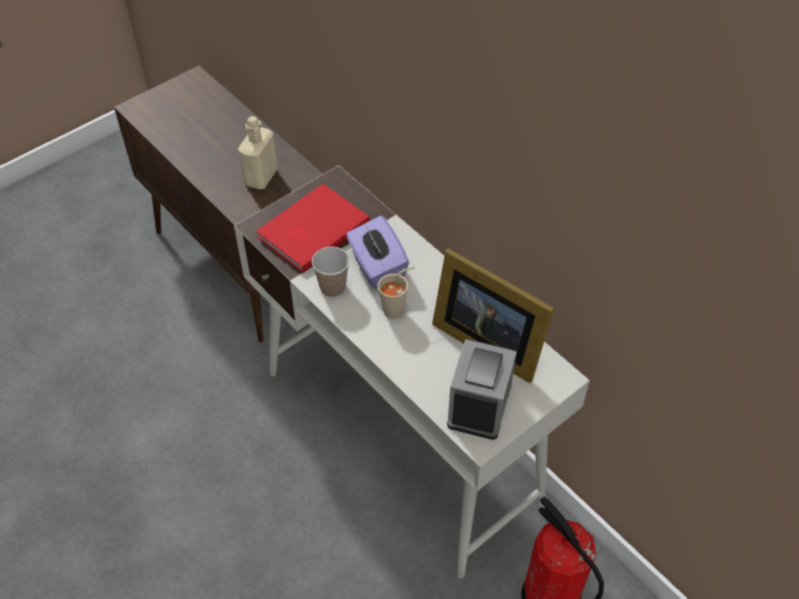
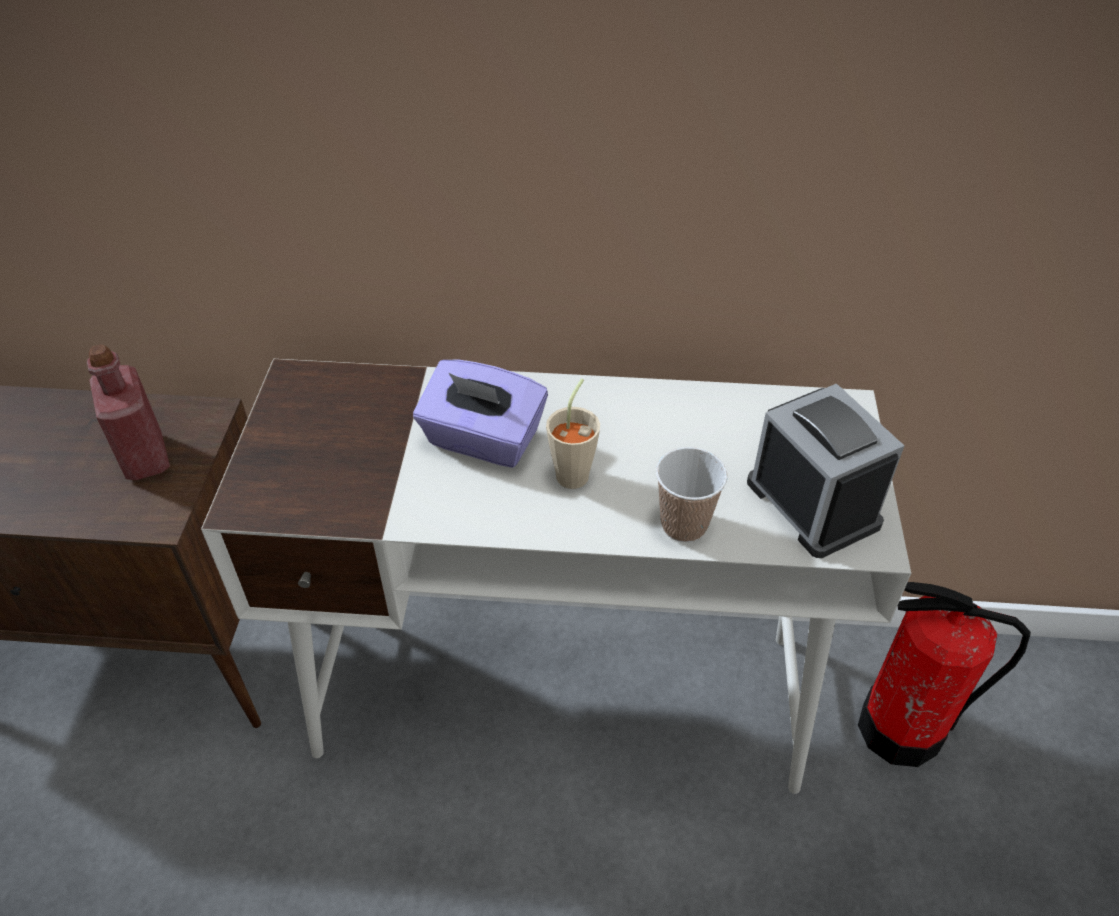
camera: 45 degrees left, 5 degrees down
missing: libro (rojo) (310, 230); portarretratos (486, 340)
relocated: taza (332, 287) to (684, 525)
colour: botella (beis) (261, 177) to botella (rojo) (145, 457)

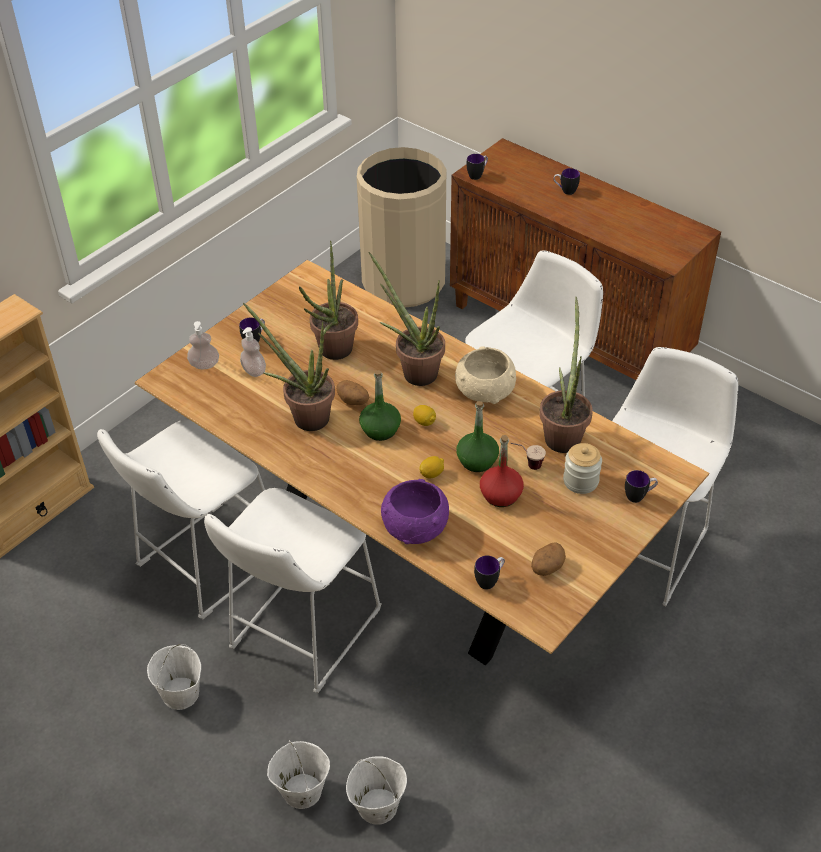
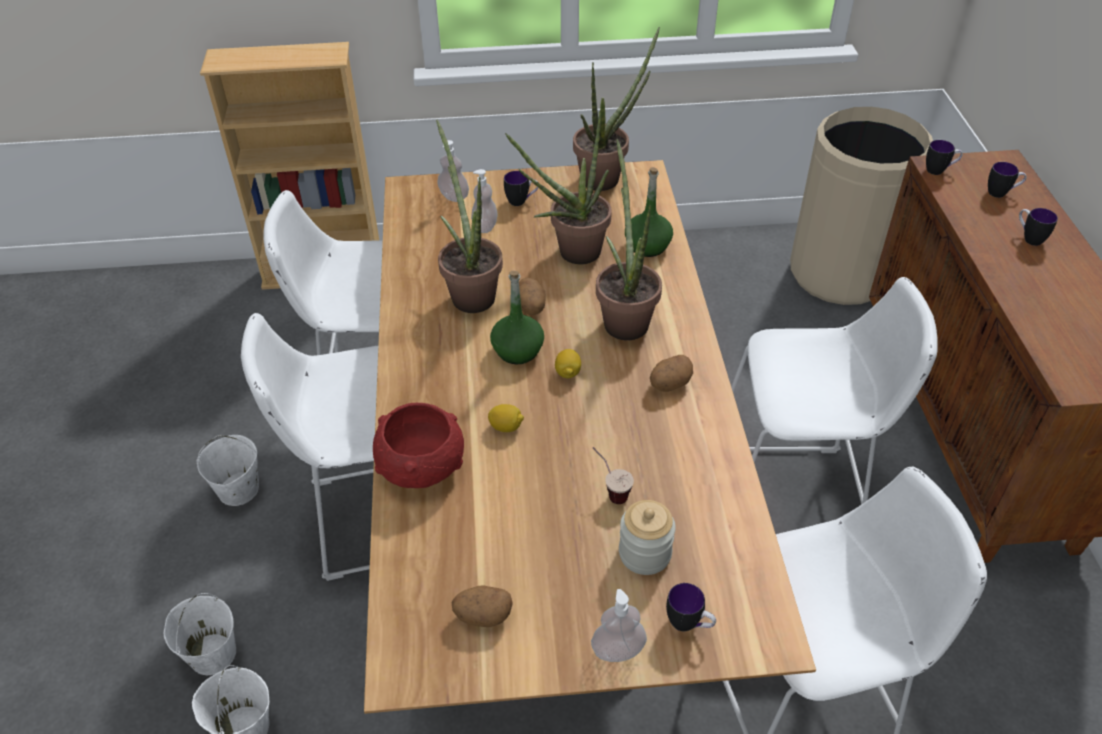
camera: 45 degrees right, 0 degrees up
missing: botella (rojo) (501, 495)
appeared: dispensador de jabón (618, 650)
relocated: planta en maceta (563, 434) to (606, 176); botella (verde) (477, 460) to (647, 246); taza grande (490, 580) to (1001, 193)
exchanged: cuenco (beis) (485, 390) to patata (669, 384)
colour: cuenco (morado) (415, 526) to cuenco (rojo) (421, 465)

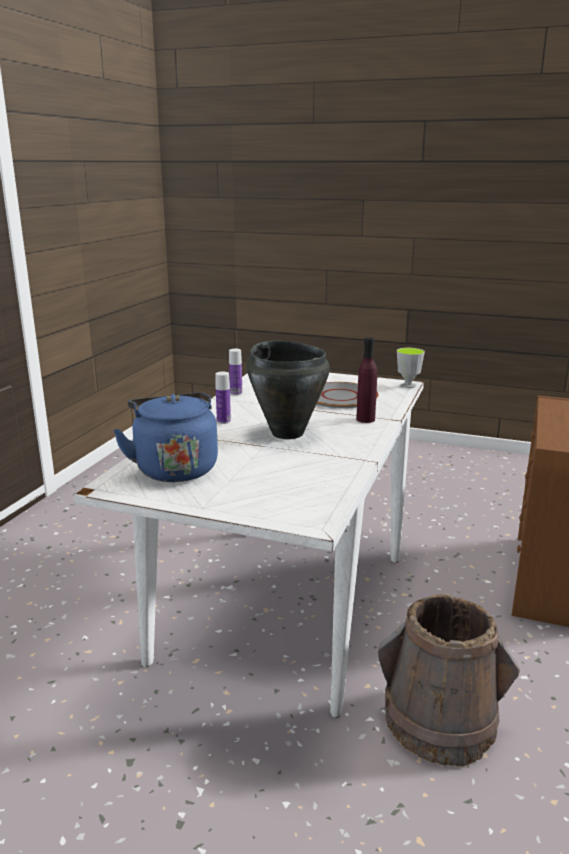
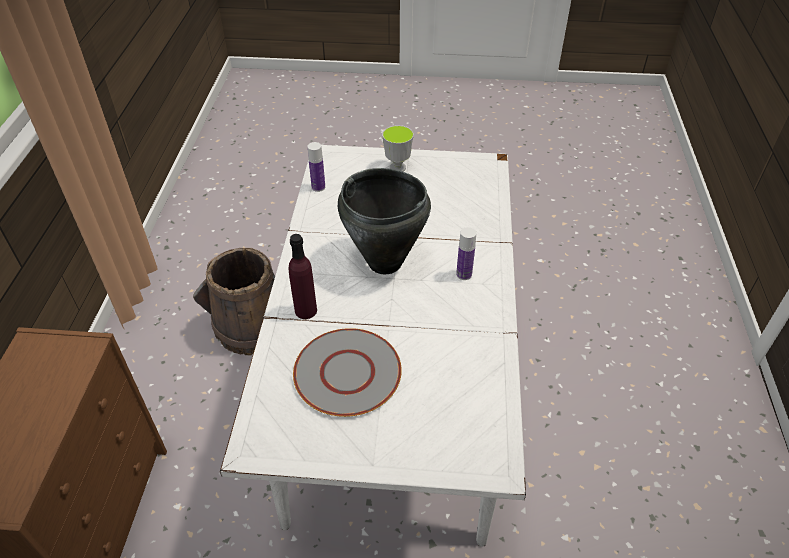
camera: 165 degrees right, 25 degrees up
missing: hervidor (azul) (174, 468)
relocated: taza (408, 386) to (397, 168); botella (236, 393) to (318, 187)

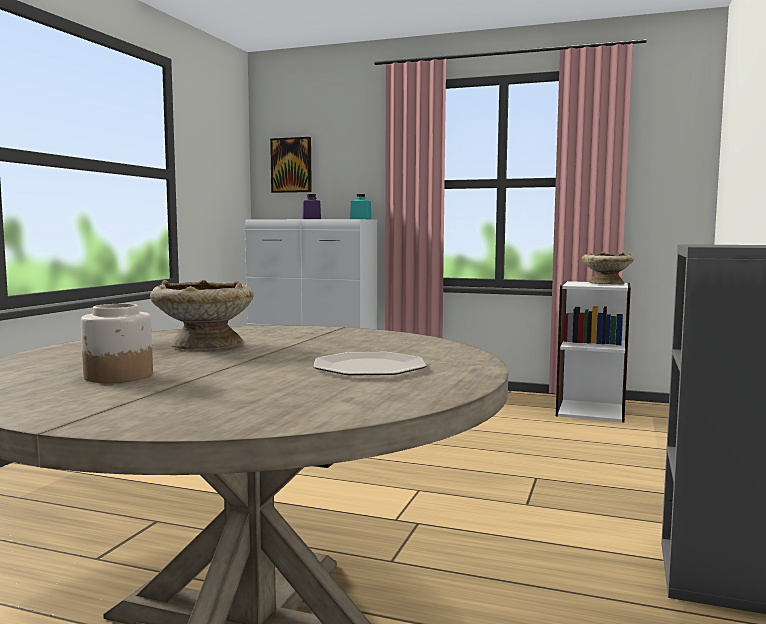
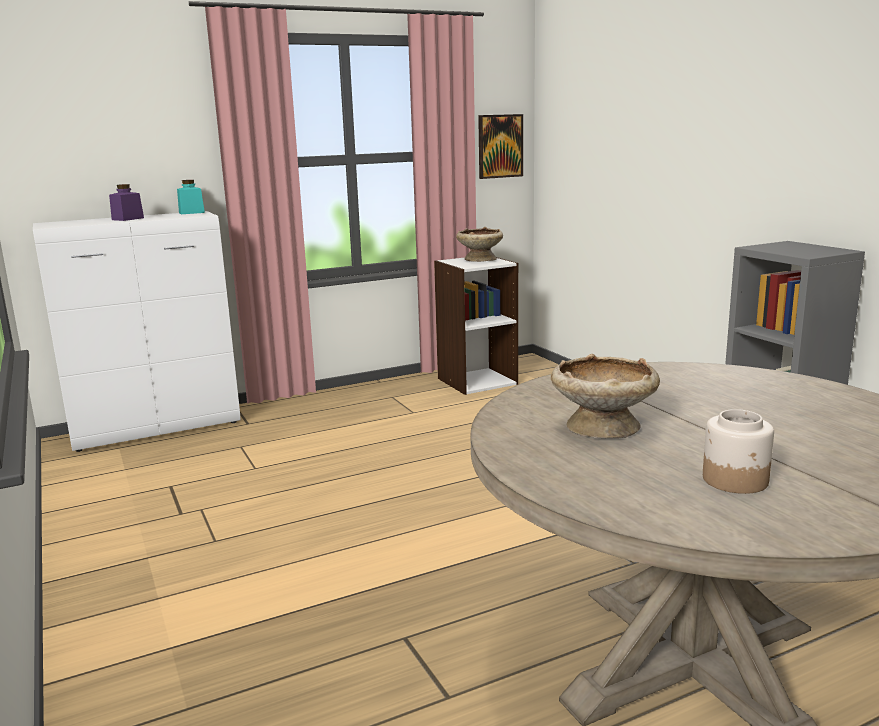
camera: 45 degrees left, 10 degrees up
missing: plato (368, 367)
relocated: cuadro (291, 165) to (500, 146)

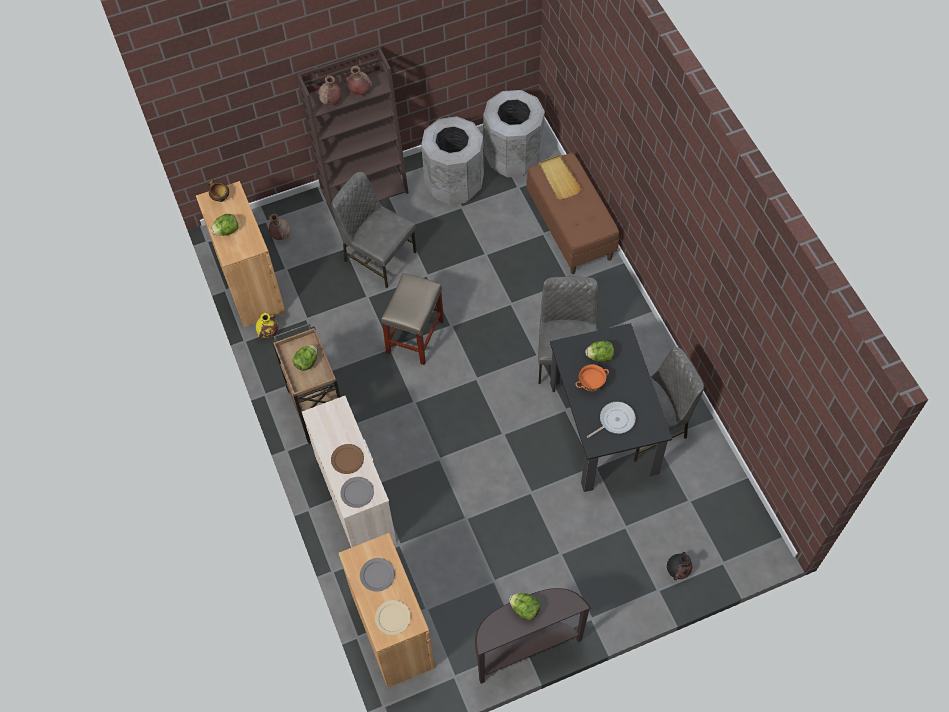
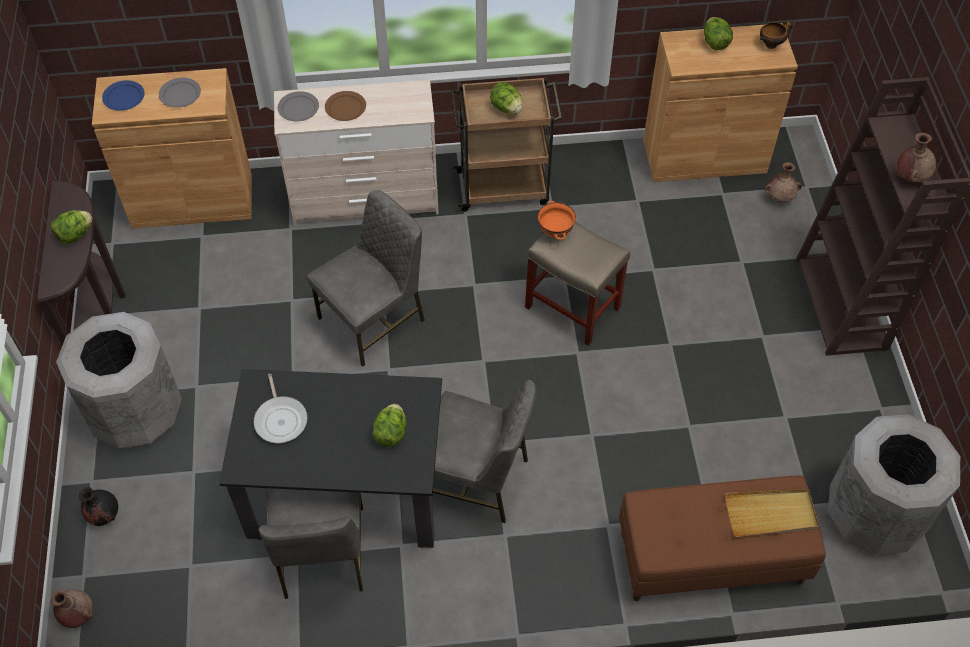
camera: 105 degrees right, 5 degrees down
missing: florero (amarillo) (268, 332)
relocated: florero (marrón) (331, 102) to (77, 614); papelera (gris) (454, 184) to (137, 413); silla (gris) (378, 256) to (374, 319); cuenco (naranja) (591, 385) to (555, 231)
colour: plato (beis) (392, 618) to plato (azul) (124, 97)

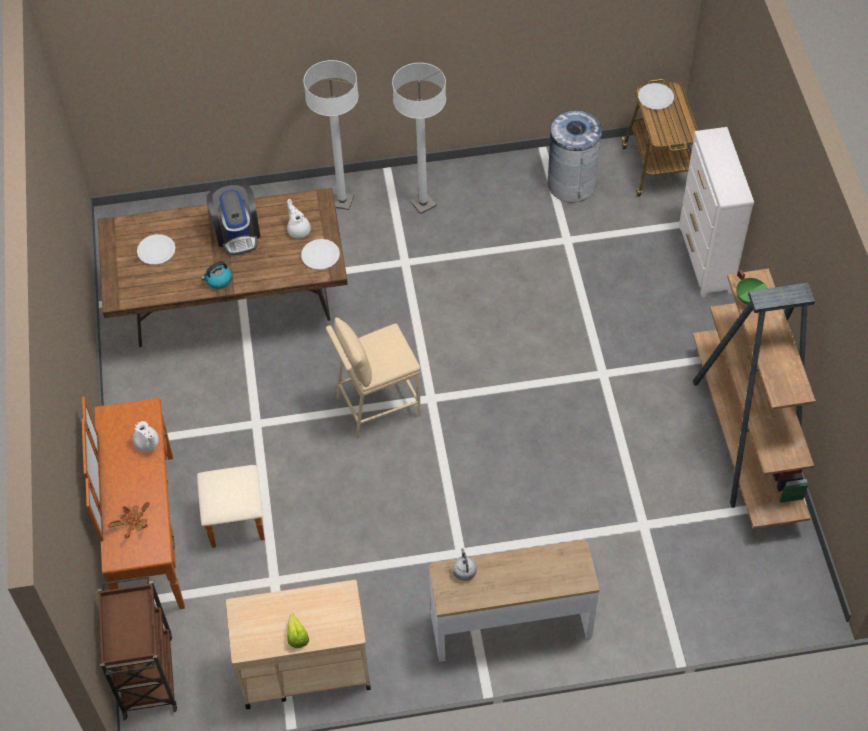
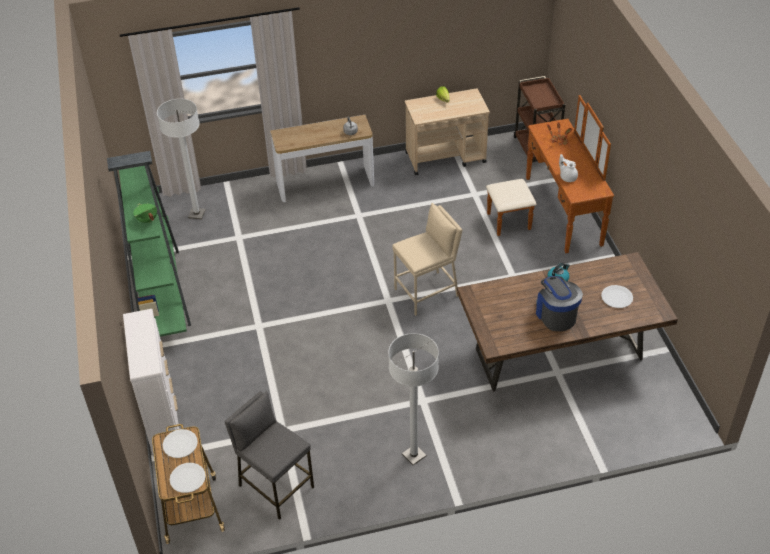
camera: 175 degrees right, 10 degrees down
missing: tetera (blanco) (299, 230)
relocated: lámpara de pie (blanco) (342, 201) to (197, 214); plato (blanco) (320, 255) to (180, 444)
exchanged: papelera (gris) (572, 183) to taburete (gris) (276, 486)
colour: estantería (marrón) (745, 440) to estantería (verde) (160, 289)

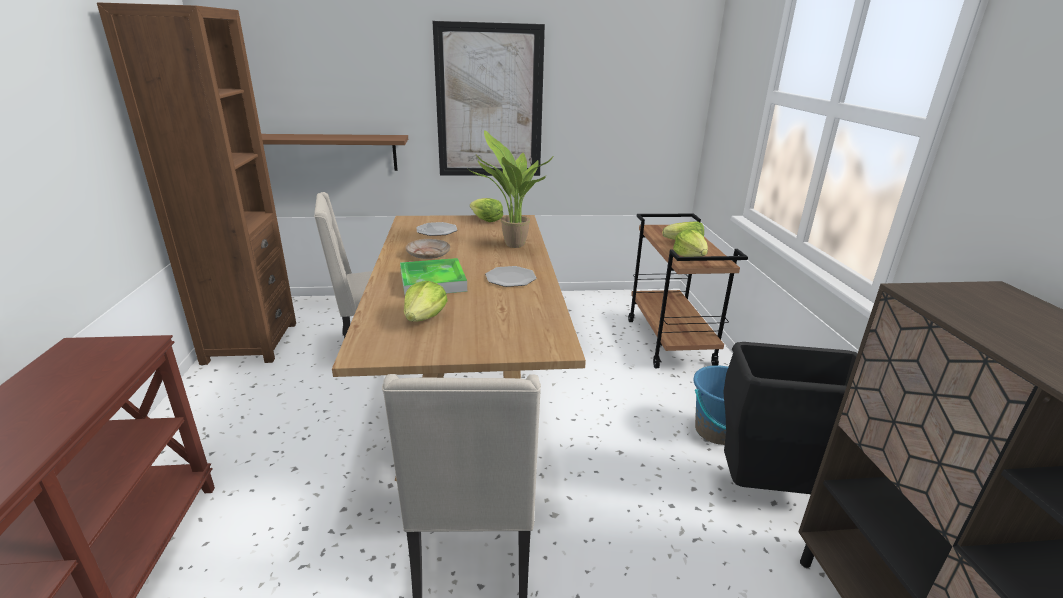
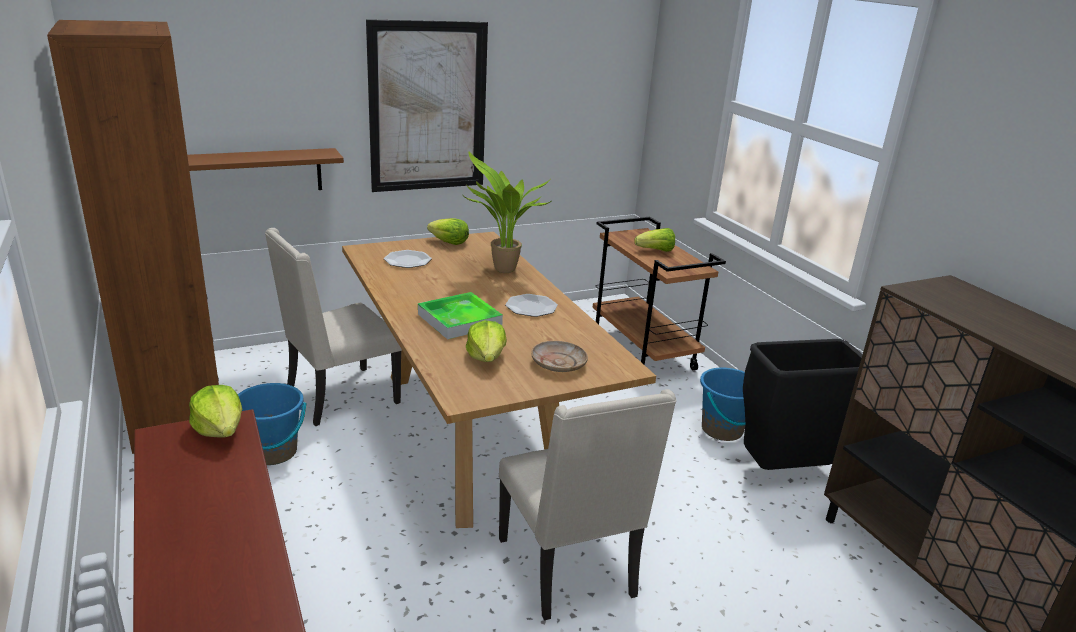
camera: 20 degrees left, 0 degrees up
appeared: cubo (azul) (273, 452)
relocated: lechuga (690, 256) to (220, 429); plato (beis) (428, 254) to (558, 363)

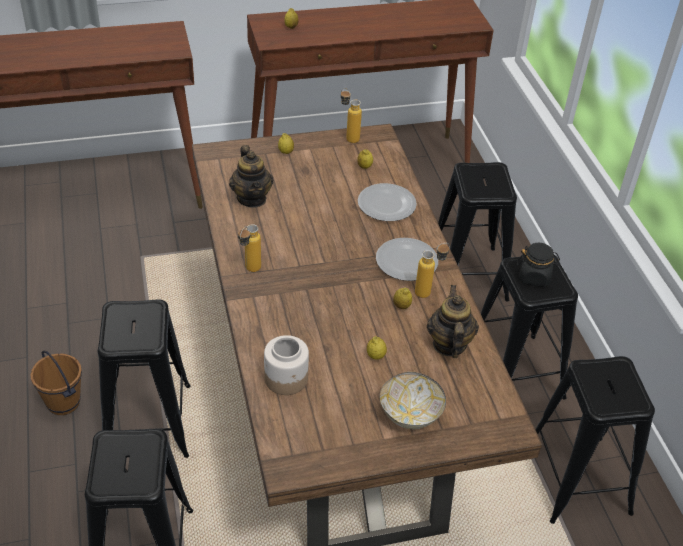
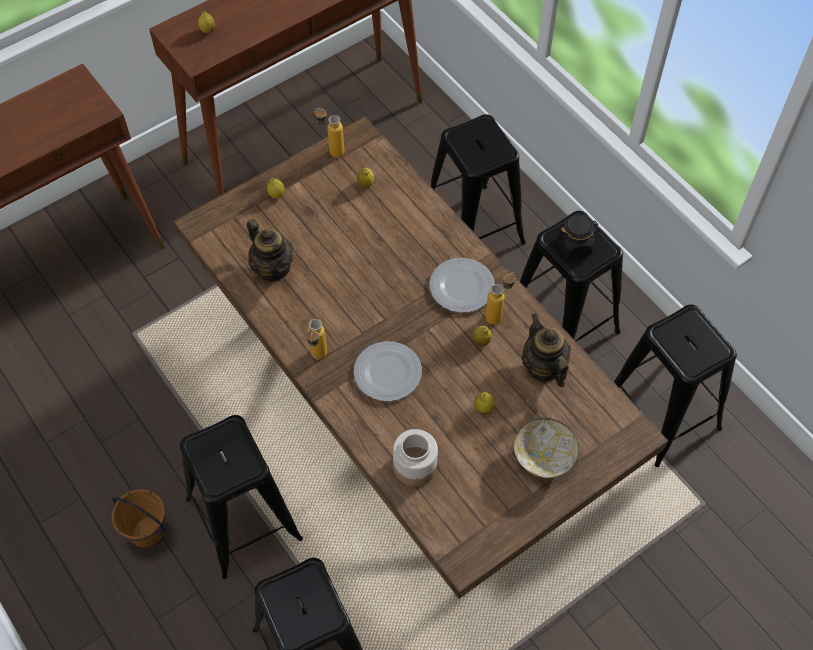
camera: 20 degrees left, 15 degrees up
relocated: plato (385, 204) to (386, 373)

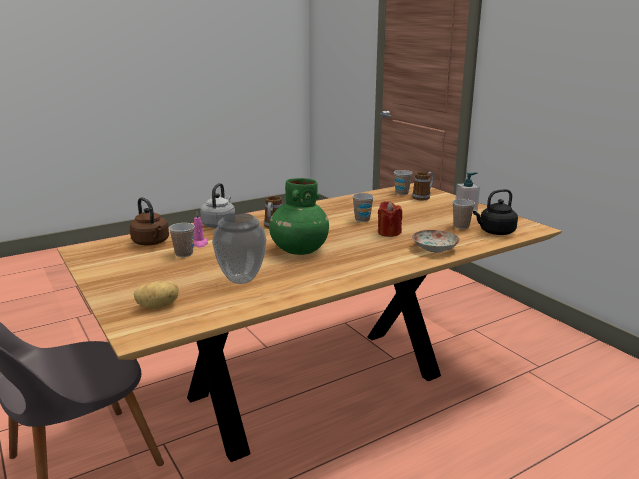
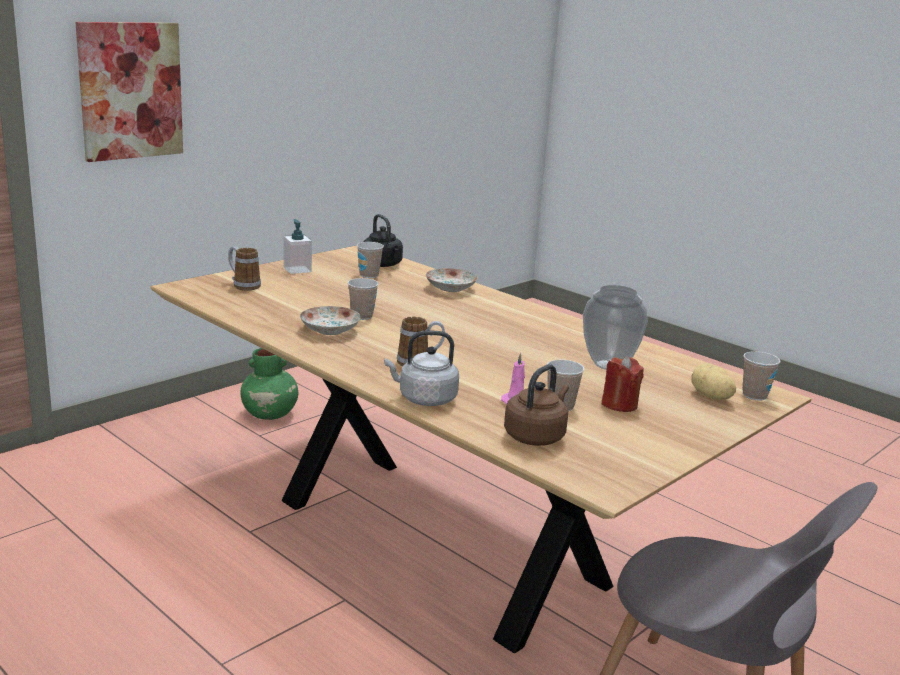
camera: 105 degrees left, 0 degrees up
appeared: cuadro (130, 90); plato (329, 330)
relocated: taza (401, 193) to (754, 395); florero (verde) (299, 250) to (270, 414); vela (rojo) (389, 233) to (619, 404)

